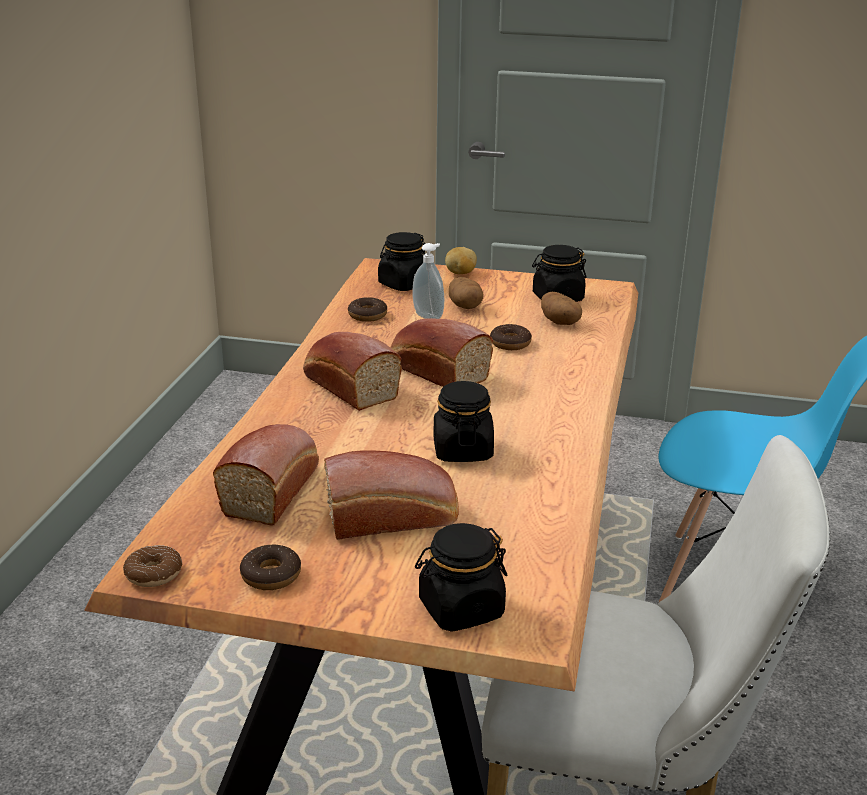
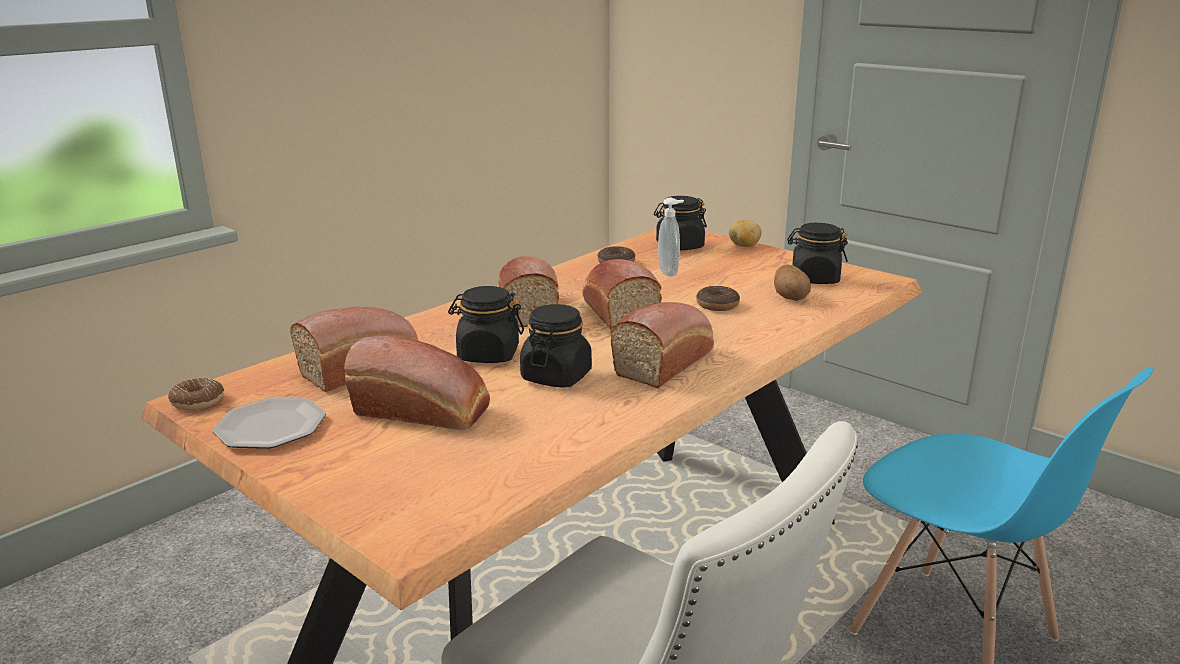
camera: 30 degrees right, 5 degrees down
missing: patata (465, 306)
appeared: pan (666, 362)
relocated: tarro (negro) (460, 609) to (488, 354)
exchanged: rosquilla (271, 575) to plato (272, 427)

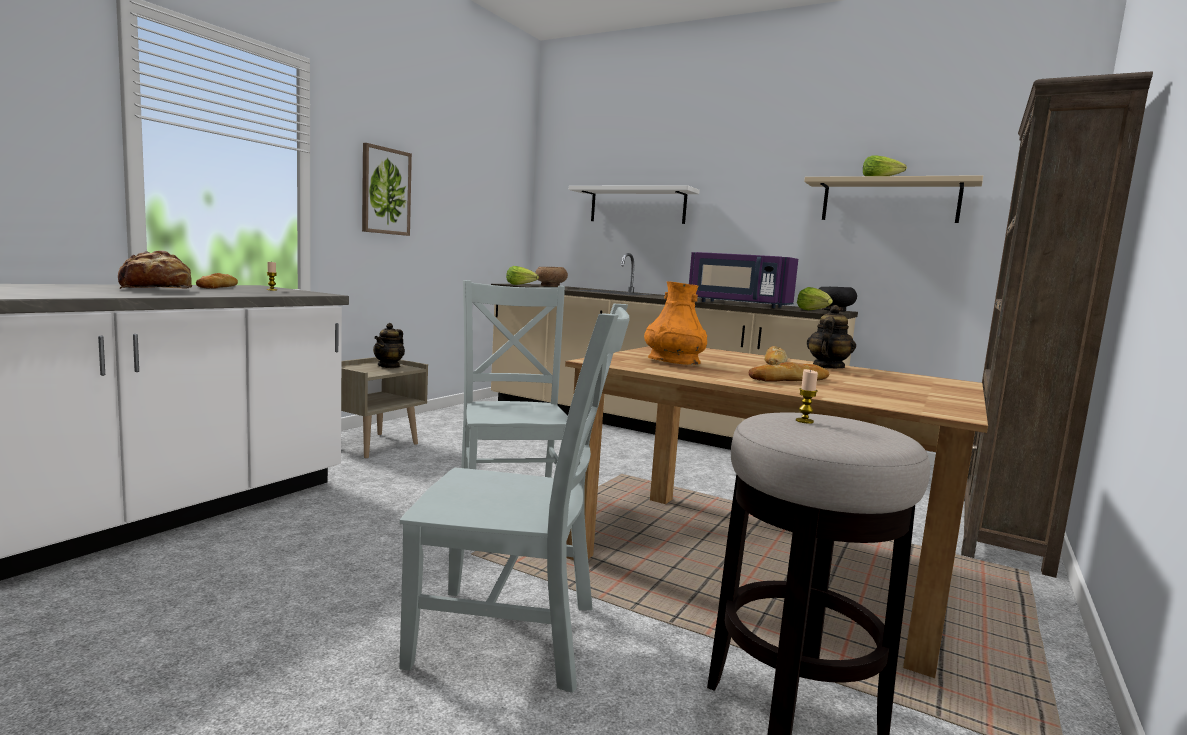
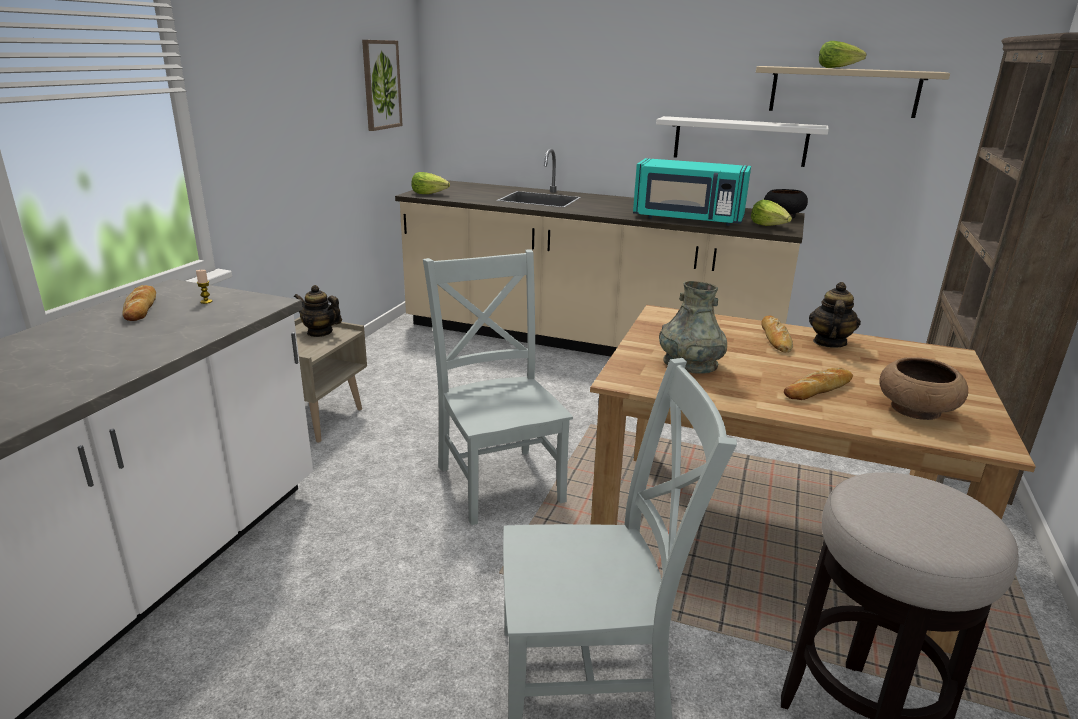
camera: 10 degrees left, 15 degrees up
missing: pan (157, 290); vela (804, 421)
relocated: cuadro (385, 191) to (381, 85); estante (blanco) (637, 206) to (740, 141); cuenco (marrón) (550, 286) to (916, 410)
colour: microondas (morado) (738, 304) to microondas (turquesa) (687, 219); florero (naranja) (673, 362) to florero (gris) (690, 364)
spun: tetera (389, 366) = (320, 332) 105 degrees clockwise

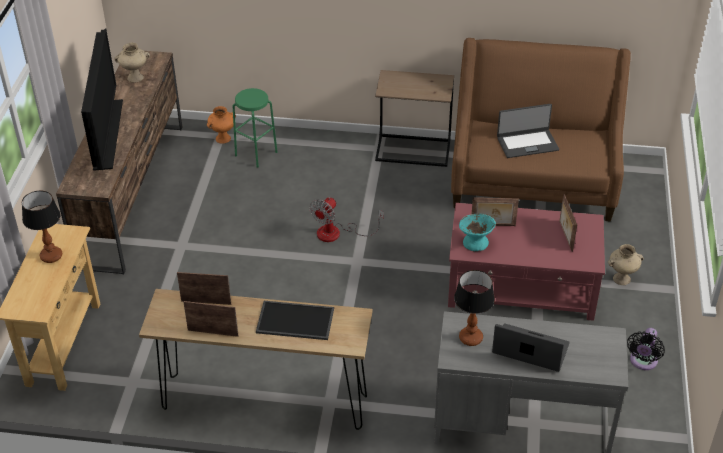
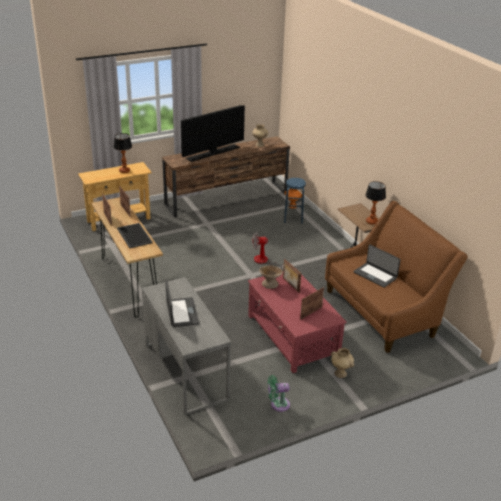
camera: 55 degrees right, 10 degrees down
relocated: lámpara de mesa (470, 338) to (372, 221)
colour: taburete (verde) (256, 153) to taburete (azul) (293, 218); cuenco (turquesa) (475, 243) to cuenco (beis) (270, 284); ventilador (negro) (642, 362) to ventilador (verde) (278, 404)

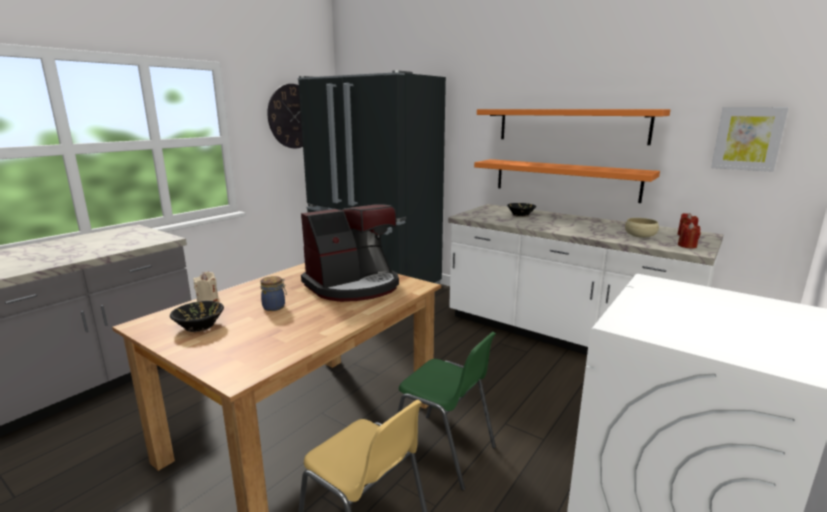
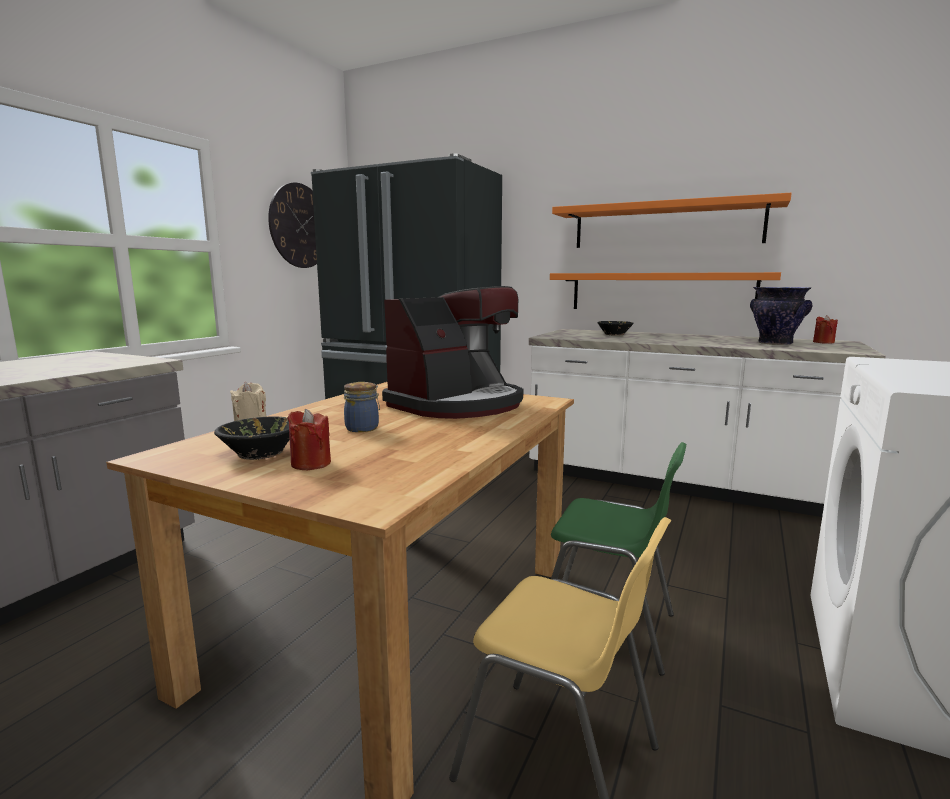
camera: 10 degrees left, 5 degrees down
missing: cuadro (747, 138)
relocated: vela (rojo) (687, 246) to (311, 463)
exchanged: cuenco (beis) (640, 235) to florero (775, 343)

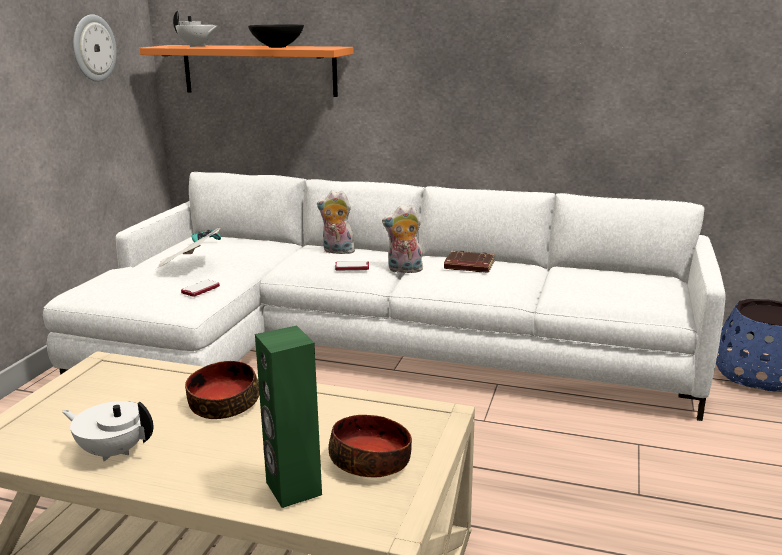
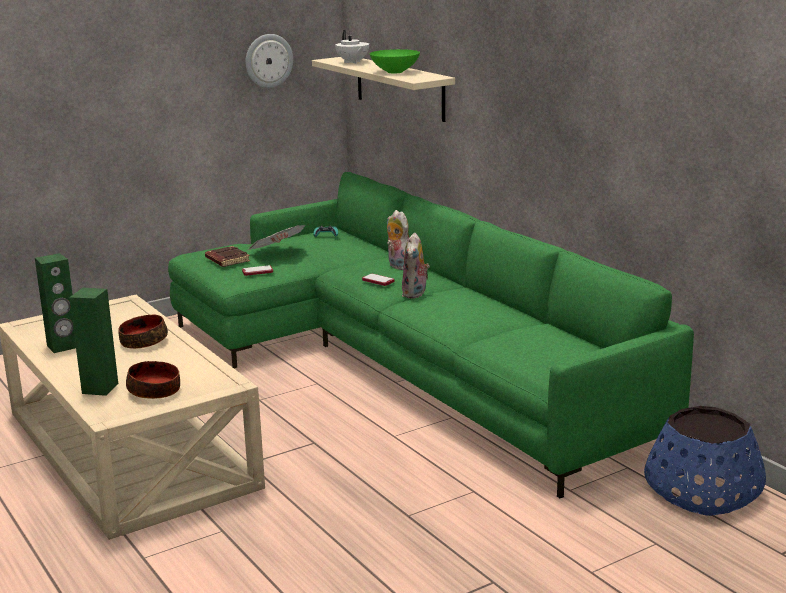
camera: 40 degrees right, 0 degrees up
relocated: libro (marrón) (468, 266) to (226, 260)
exchanged: tetera (blanco) (113, 451) to altavoz (verde) (63, 346)
colour: cuenco (negro) (278, 47) to cuenco (verde) (395, 72); estante (naranja) (259, 70) to estante (beis) (399, 88); sofá (blanco) (370, 351) to sofá (verde) (402, 363)
spun: peluche (404, 270) = (415, 294) 120 degrees counterclockwise

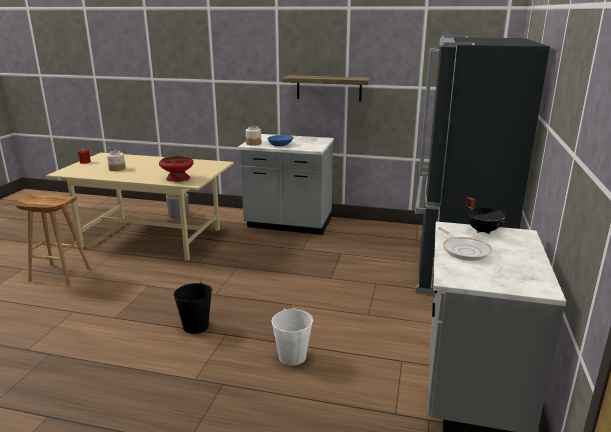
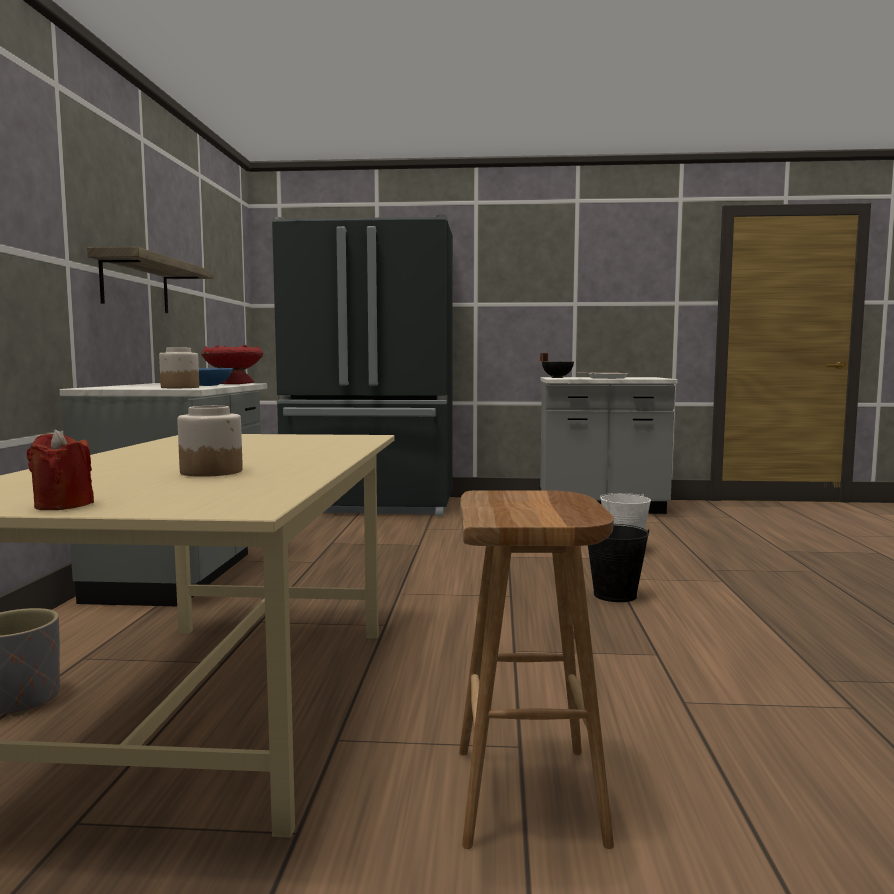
camera: 100 degrees left, 15 degrees down
relocated: cuenco (rojo) (177, 178) to (233, 383)

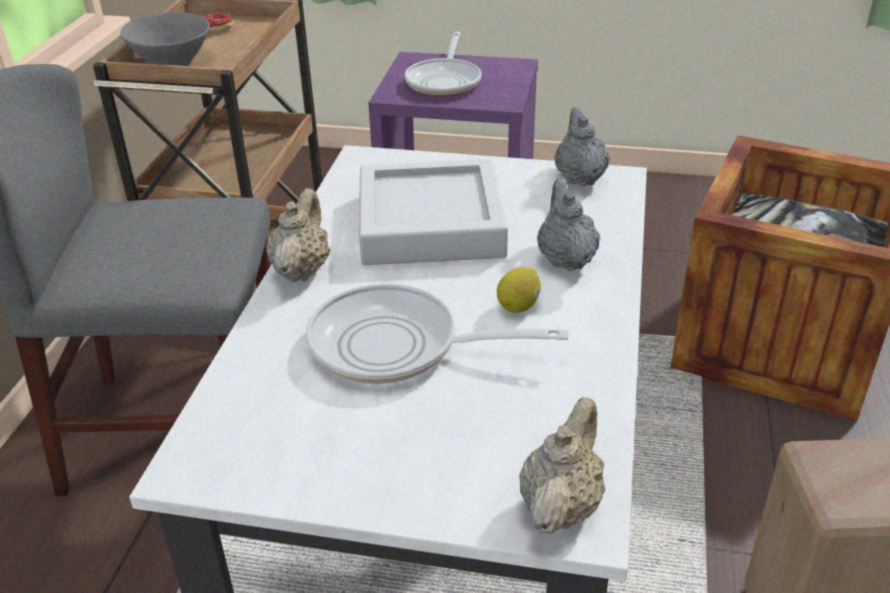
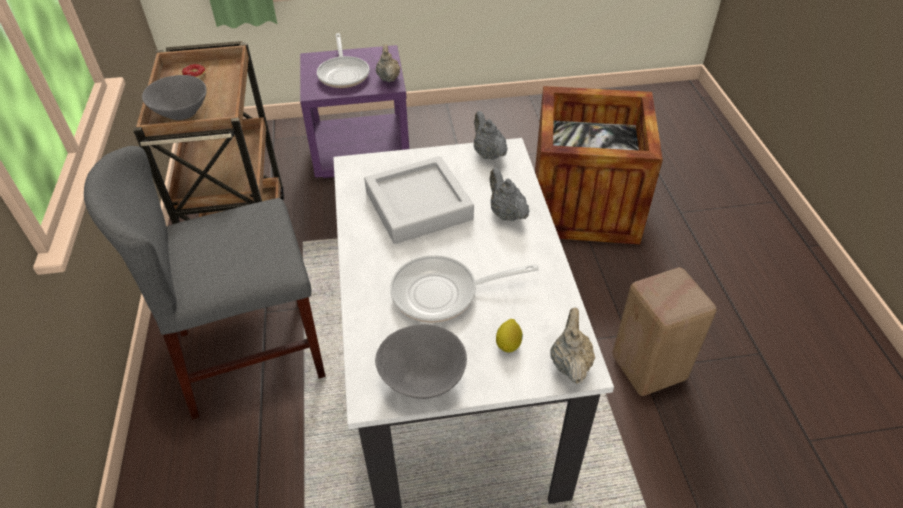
camera: 20 degrees left, 10 degrees up
appeared: cuenco (gris) (422, 379)
relocated: tetera (beis) (301, 270) to (388, 78); limón (519, 306) to (508, 344)

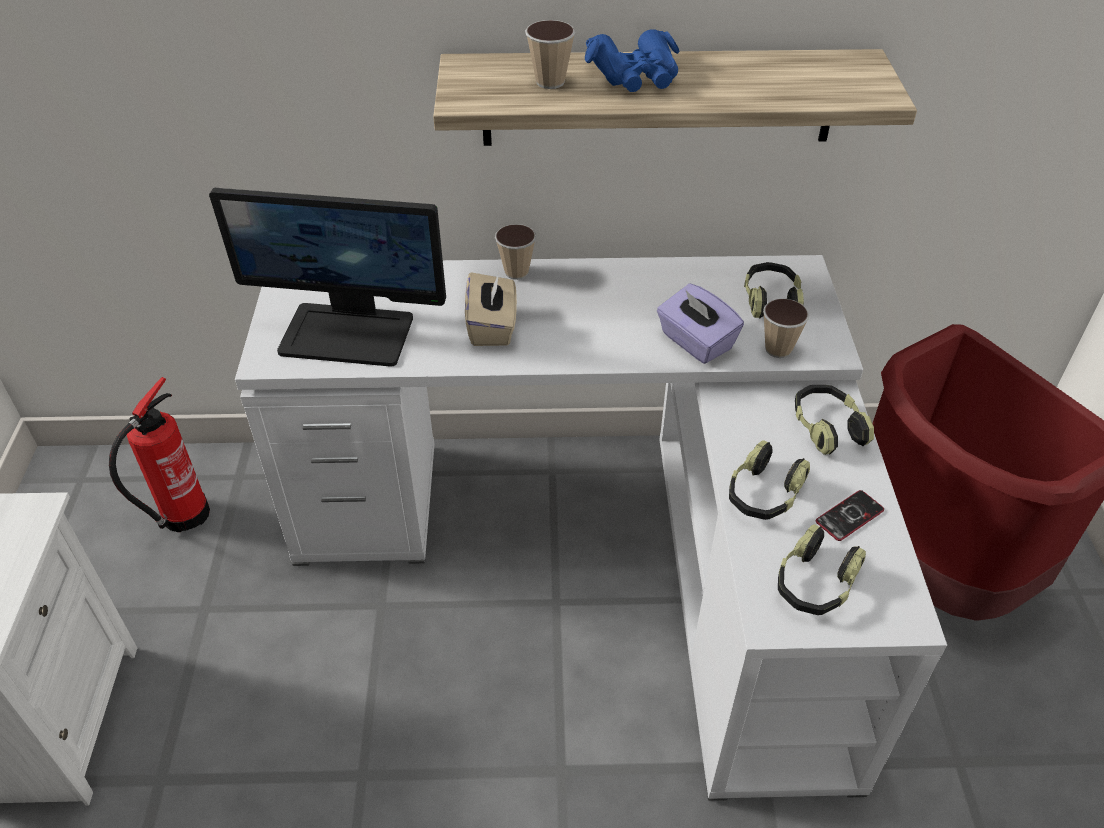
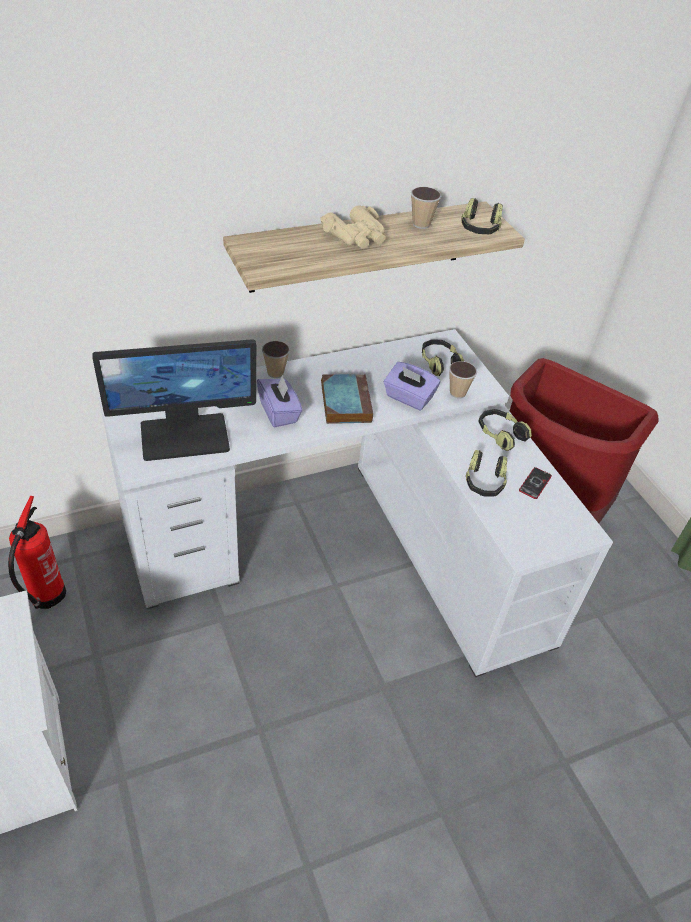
camera: 25 degrees left, 0 degrees up
appeared: libro (345, 402)
relocated: taza (550, 82) to (421, 224); auriculares (814, 584) to (479, 228)
colour: prismáticos (azul) (635, 75) to prismáticos (beis) (356, 236); caja de pañuelos (beis) (492, 327) to caja de pañuelos (morado) (279, 412)

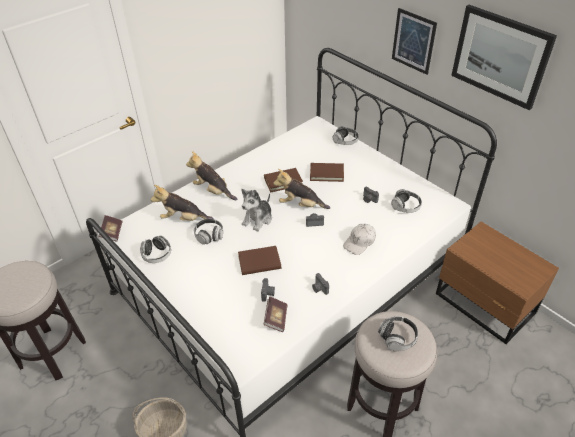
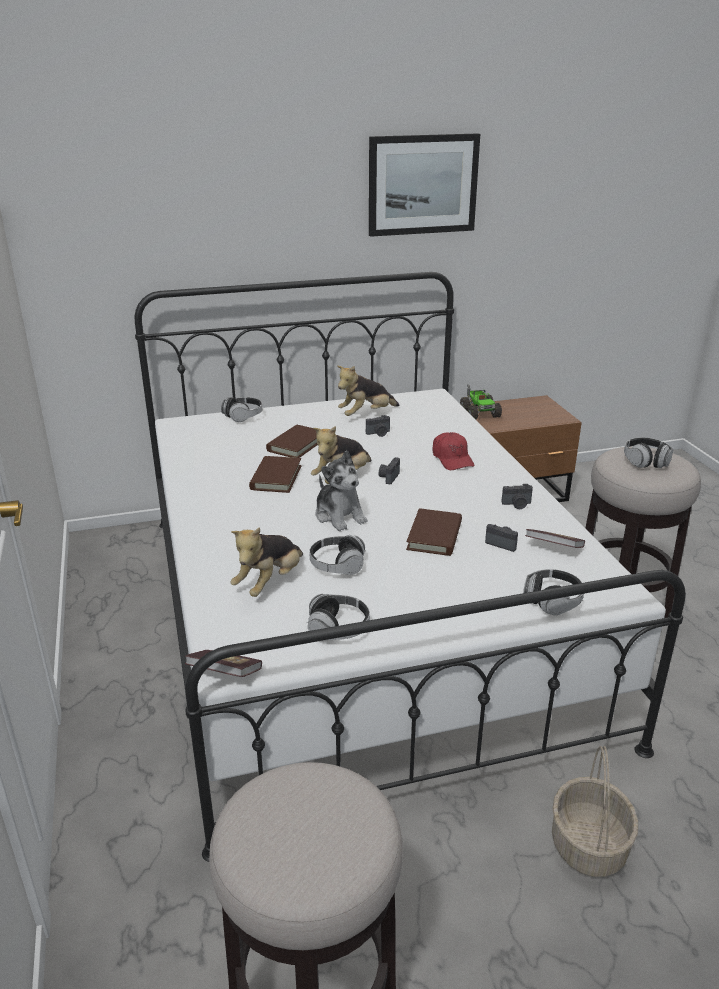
camera: 65 degrees left, 15 degrees down
missing: cuadro (413, 41)
appeared: camión de juguete (480, 413)
relocated: peluche (213, 191) to (366, 414); auriculares (405, 207) to (552, 601)
colour: gorra (blanco) (359, 242) to gorra (rojo) (452, 459)

